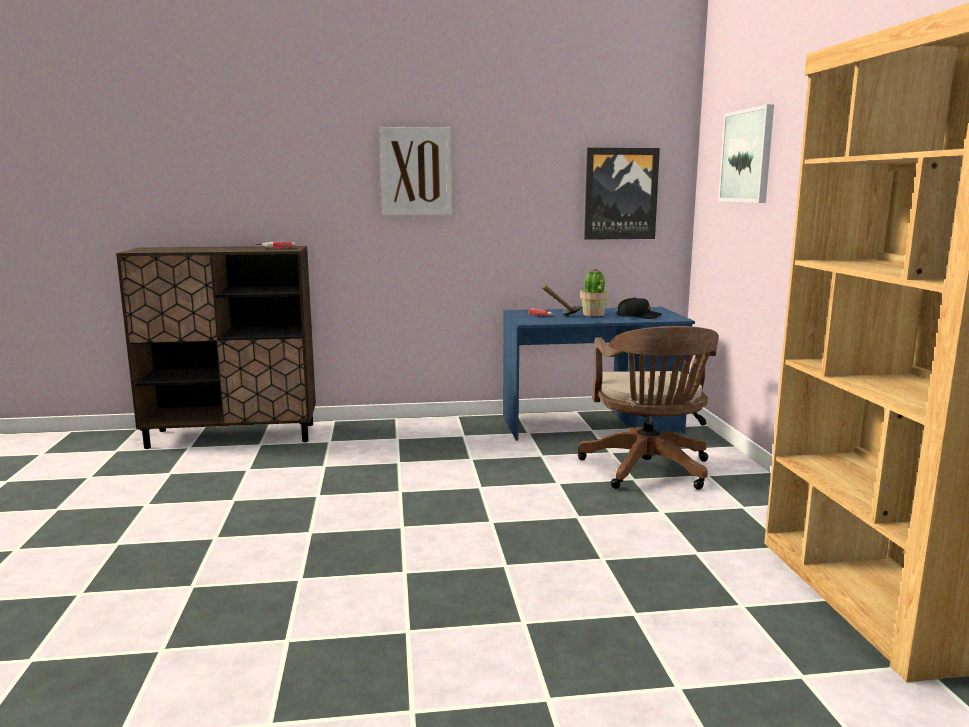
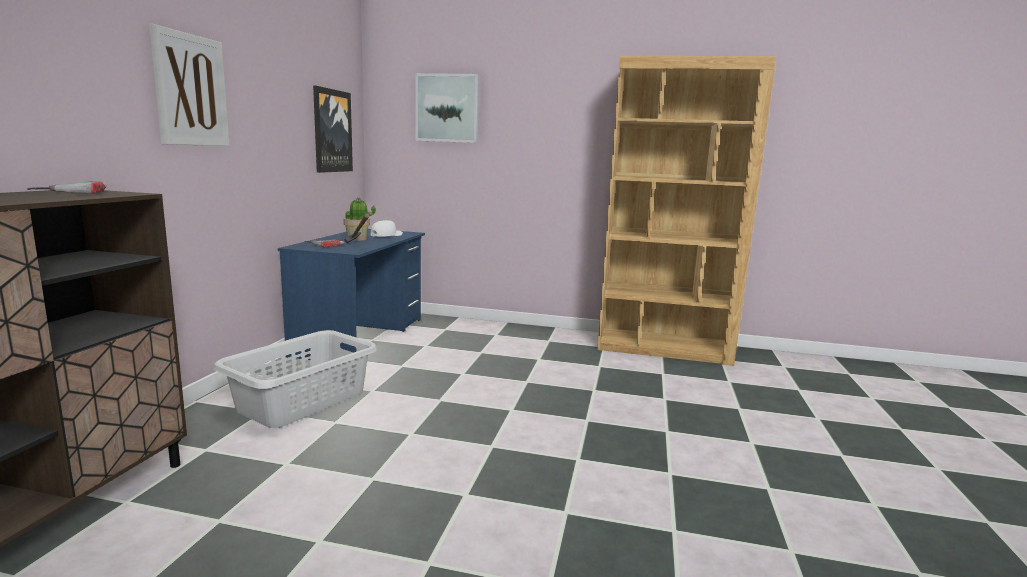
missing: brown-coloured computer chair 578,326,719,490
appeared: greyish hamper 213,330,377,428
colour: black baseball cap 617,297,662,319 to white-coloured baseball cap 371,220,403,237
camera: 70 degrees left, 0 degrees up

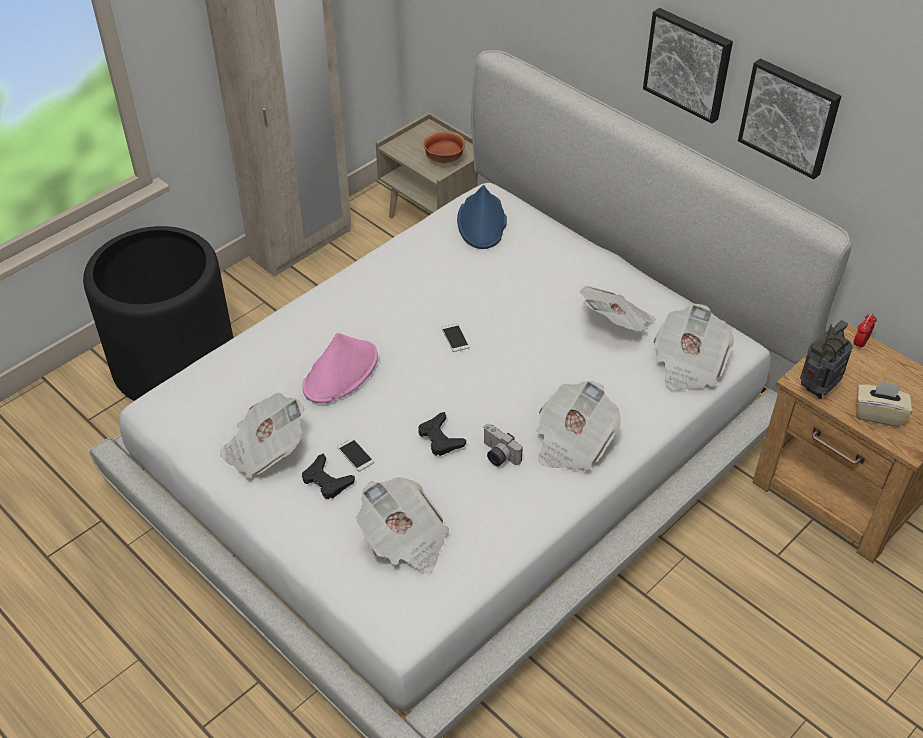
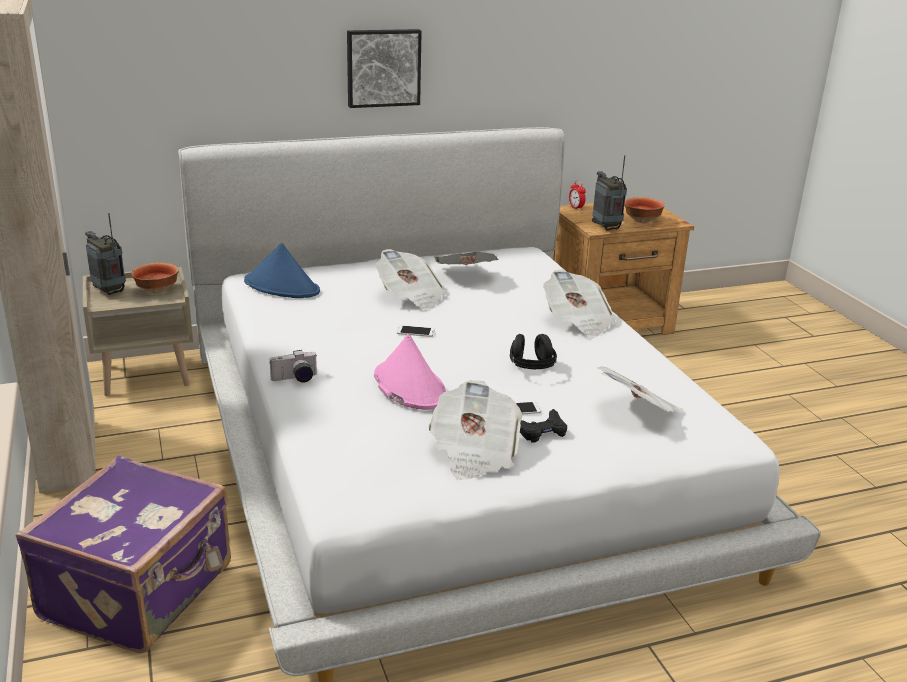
missing: wall picture 738,59,841,179
appeared: radio 85,213,126,295
relocated: daily paper 654,304,734,391 to 375,249,447,311; still camera 484,424,523,466 to 269,350,317,383
exchanged: black flower pot 83,226,233,401 to purplish suitcase 16,456,231,654; sand-coloured tissue holder 857,380,912,427 to serving bowl 625,197,665,223; black joypad 418,412,466,456 to black pair of headphones 510,334,557,369
camera: 65 degrees left, 20 degrees down

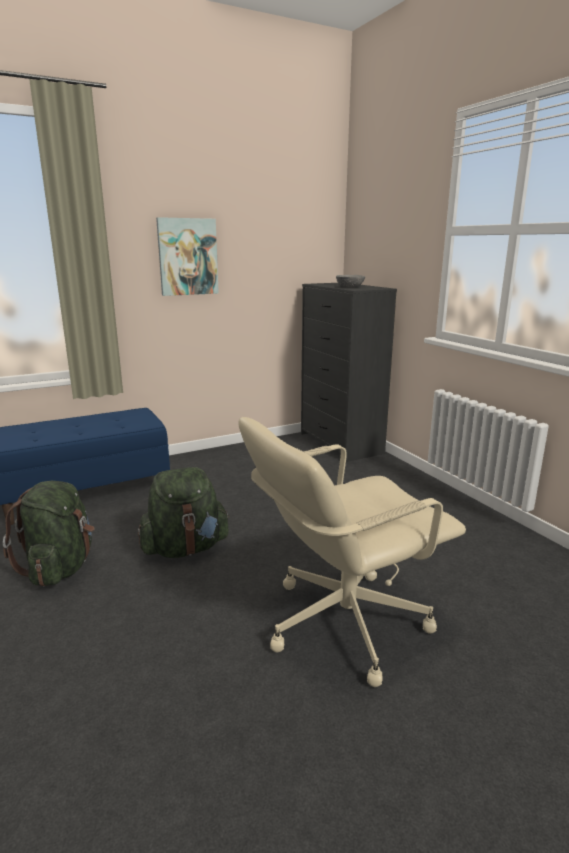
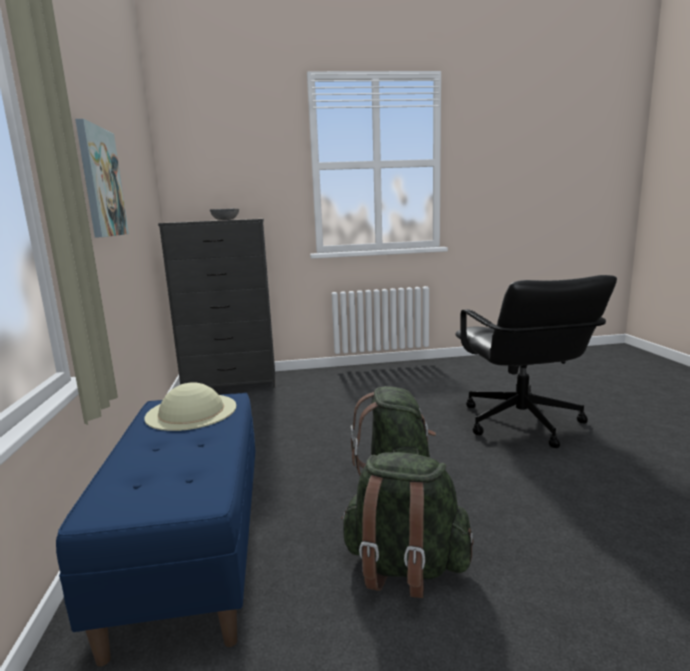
appeared: sand-coloured wearable hat 144,382,237,431
colour: sand-coloured computer chair 239,417,466,687 to black computer chair 455,275,617,448
camera: 70 degrees left, 5 degrees down

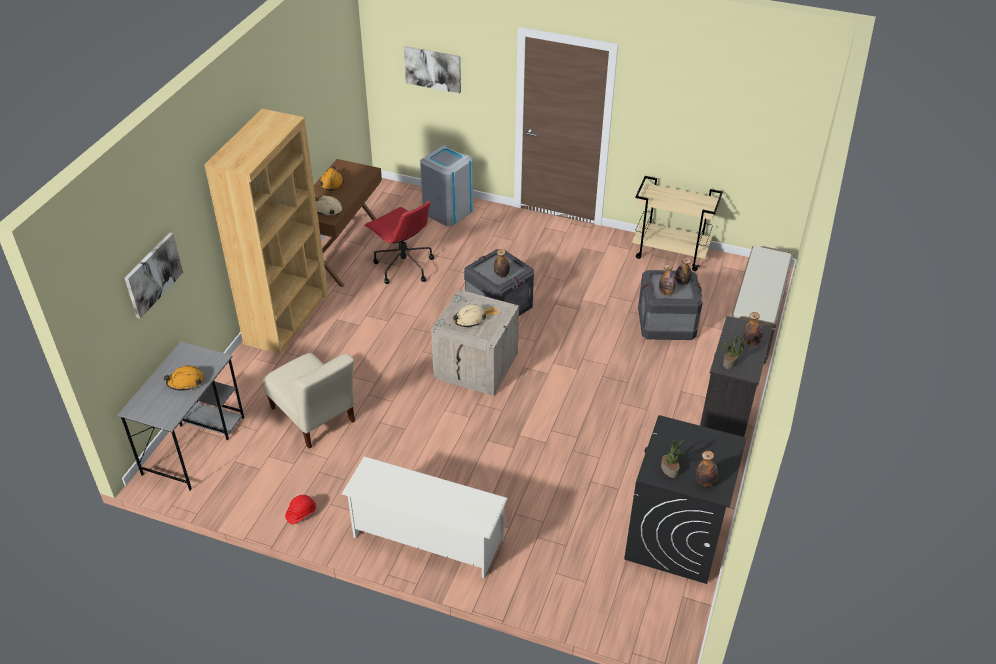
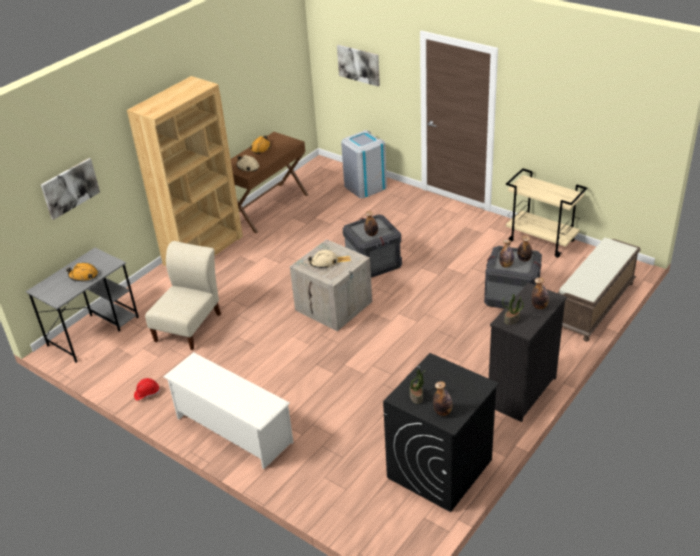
missing: reddish computer chair 364,200,434,284
spun: sand-coloured plain chair 263,353,355,449 = 145,241,221,350 135 degrees counterclockwise
camera: 20 degrees right, 5 degrees down

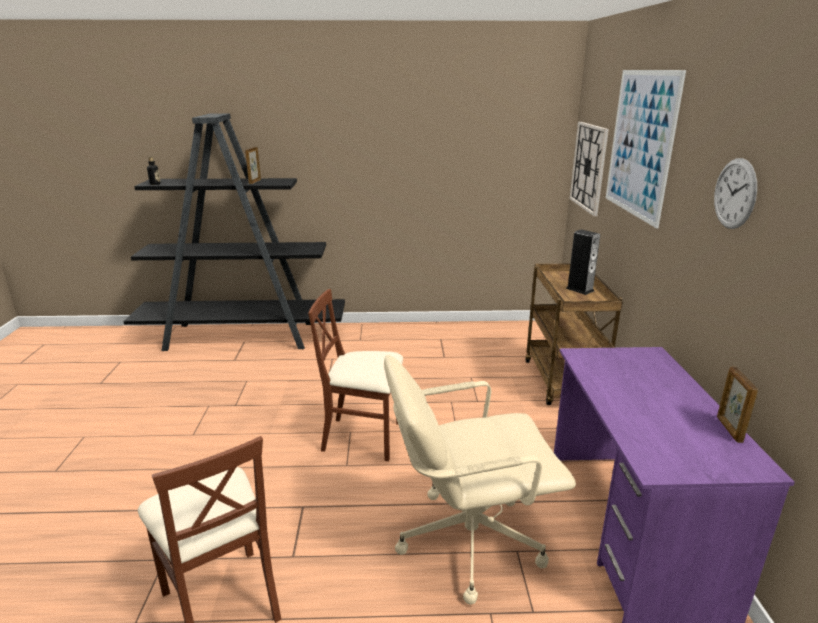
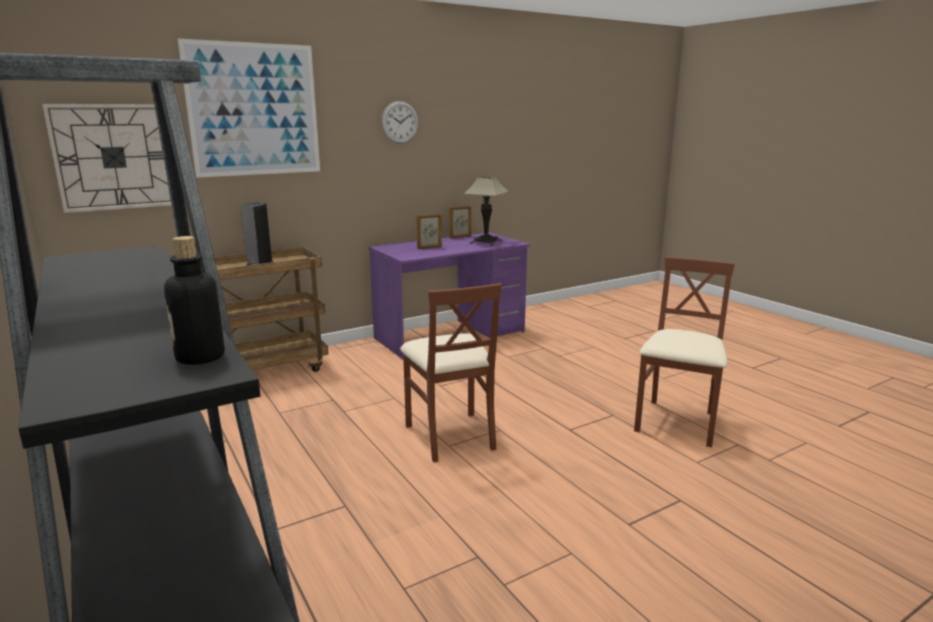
missing: sand-coloured computer chair 384,355,576,605
appeared: table lamp 463,176,510,246
relocated: photo frame 245,147,261,184 to 417,213,442,249
camera: 120 degrees left, 5 degrees down

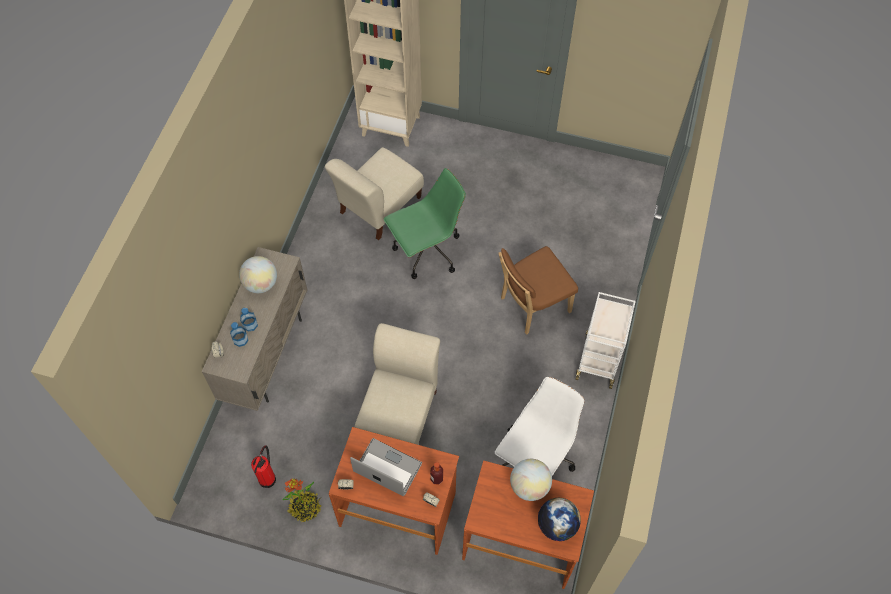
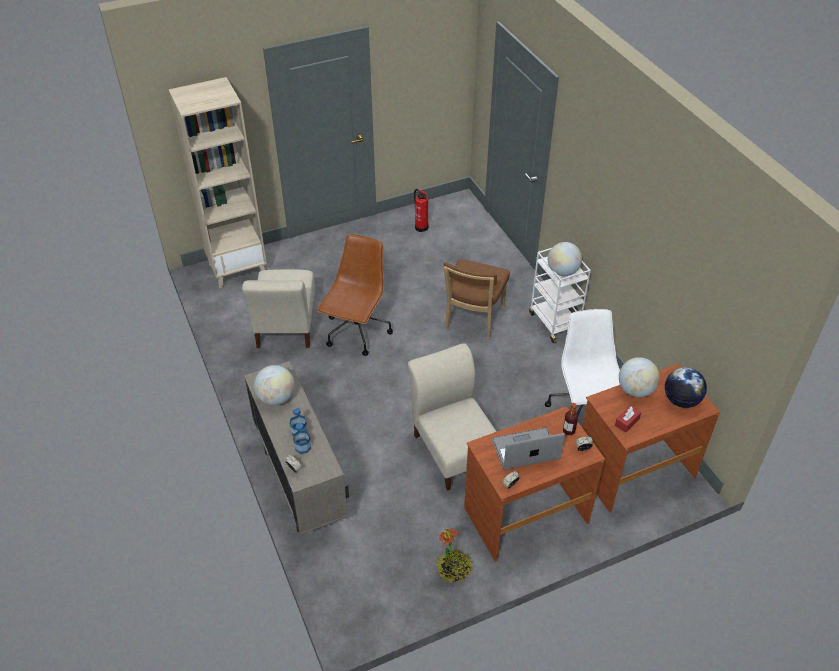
appeared: world globe 548,242,582,276; reddish tissue holder 615,405,642,433
relocated: fire-fighting cylinder 251,445,276,488 to 414,189,428,232
colour: green computer chair 384,168,466,279 to brown-coloured computer chair 317,234,393,356
camera: 40 degrees left, 15 degrees down

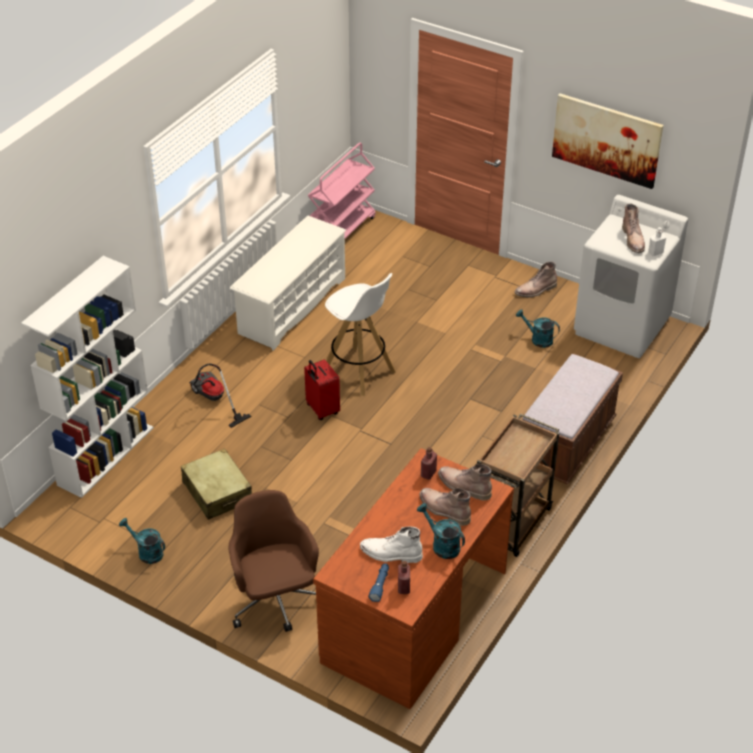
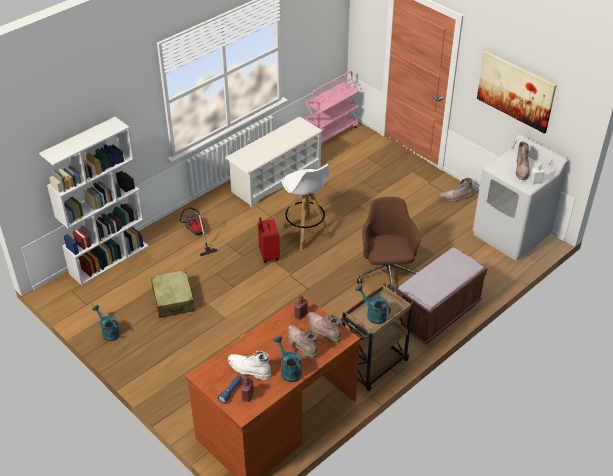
relocated: turquoise-coloured watering can 516,309,560,348 to 355,285,391,324; brown-coloured computer chair 228,490,319,632 to 357,197,420,292
camera: 15 degrees right, 0 degrees up

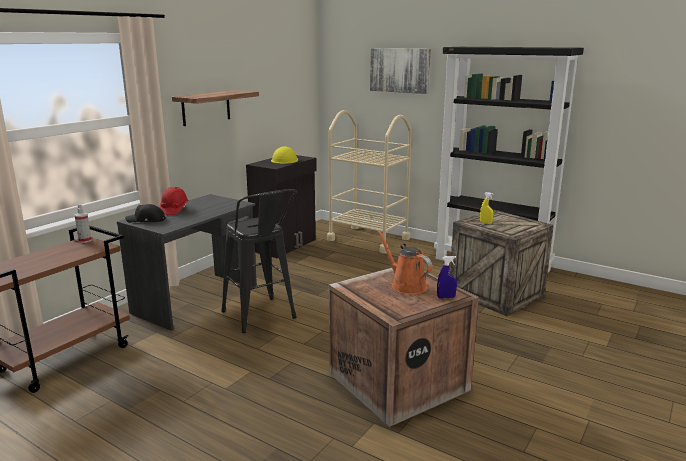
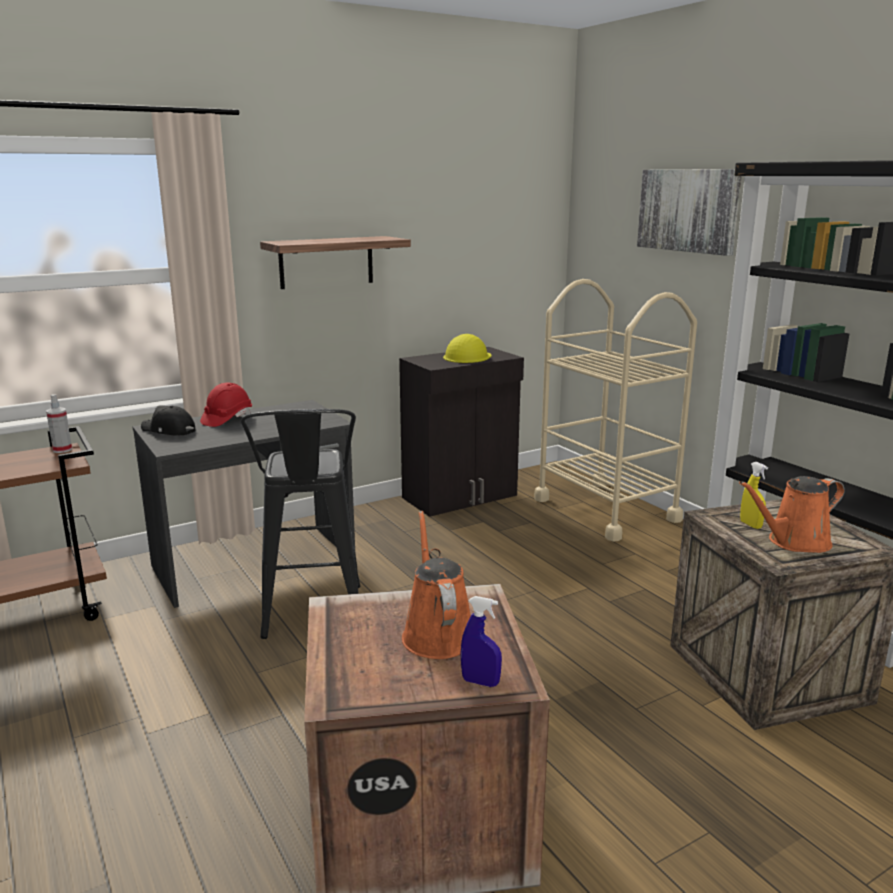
appeared: orangey watering can 739,476,845,553
camera: 25 degrees right, 0 degrees up

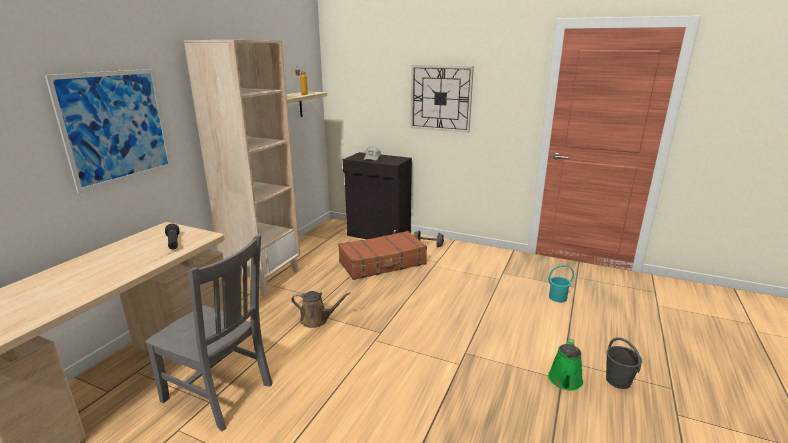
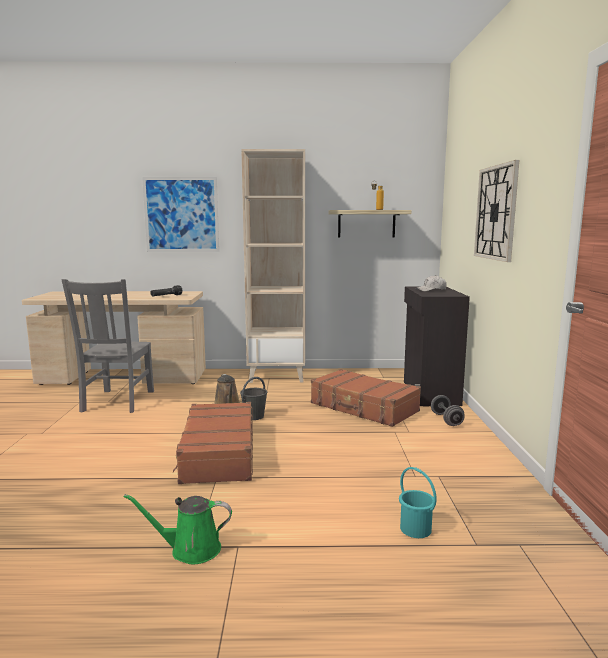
appeared: brown-coloured suitcase 173,402,253,484
relocated: greyish water bucket 606,337,642,389 to 240,377,267,420
camera: 65 degrees right, 10 degrees down

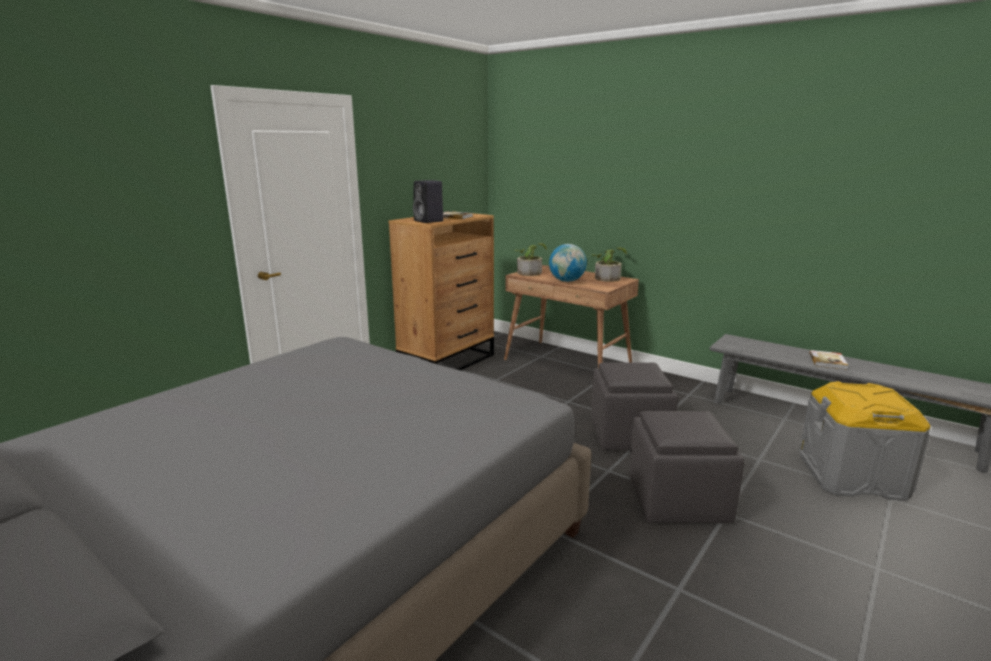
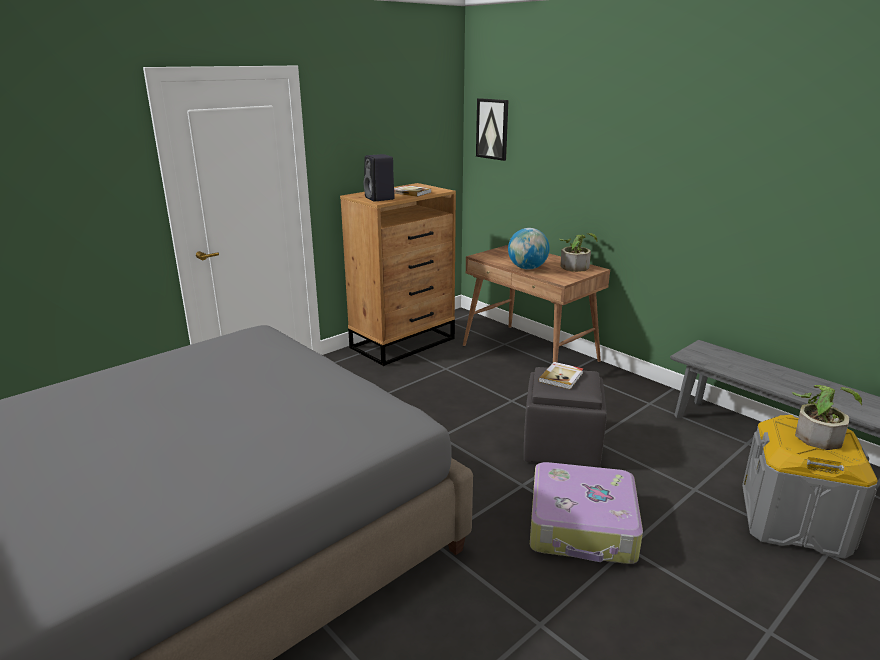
appeared: wall picture 476,98,508,161
relocated: houseplant 515,243,547,276 to 792,385,862,450; book 809,350,848,370 to 539,362,584,390
exchanged: greyish ottoman 629,411,745,523 to suitcase 530,462,643,564
camera: 10 degrees right, 5 degrees up

